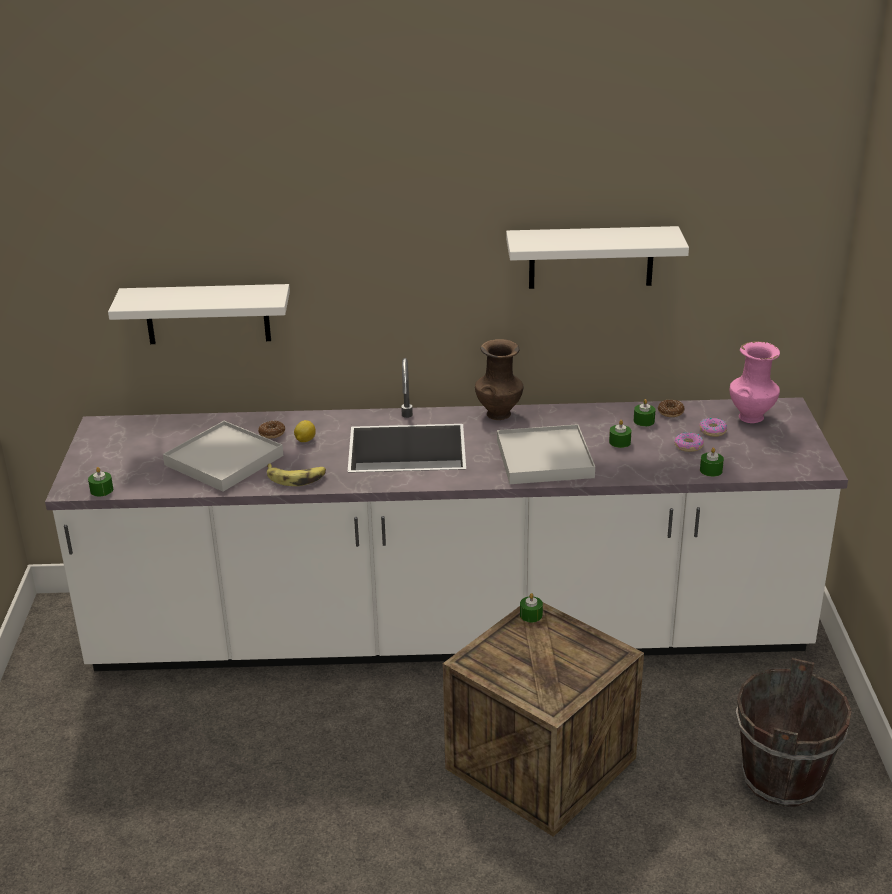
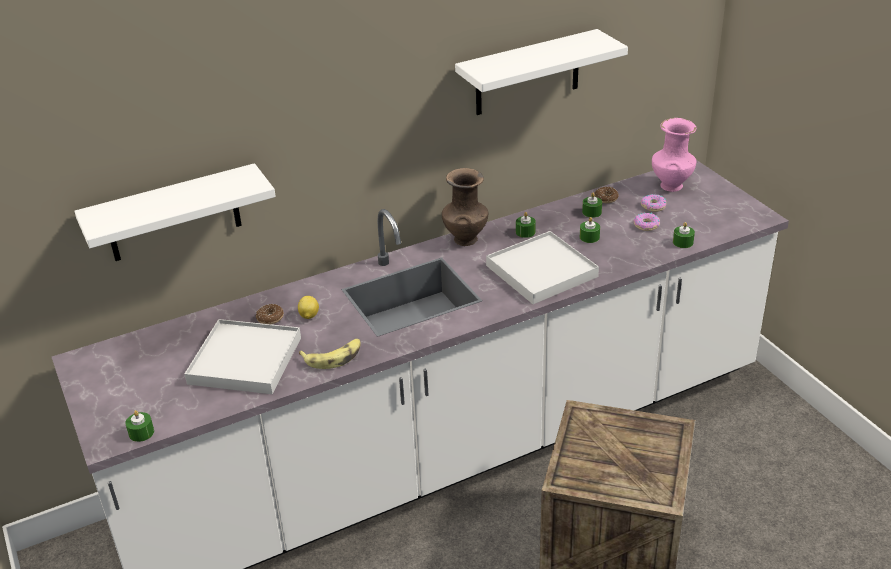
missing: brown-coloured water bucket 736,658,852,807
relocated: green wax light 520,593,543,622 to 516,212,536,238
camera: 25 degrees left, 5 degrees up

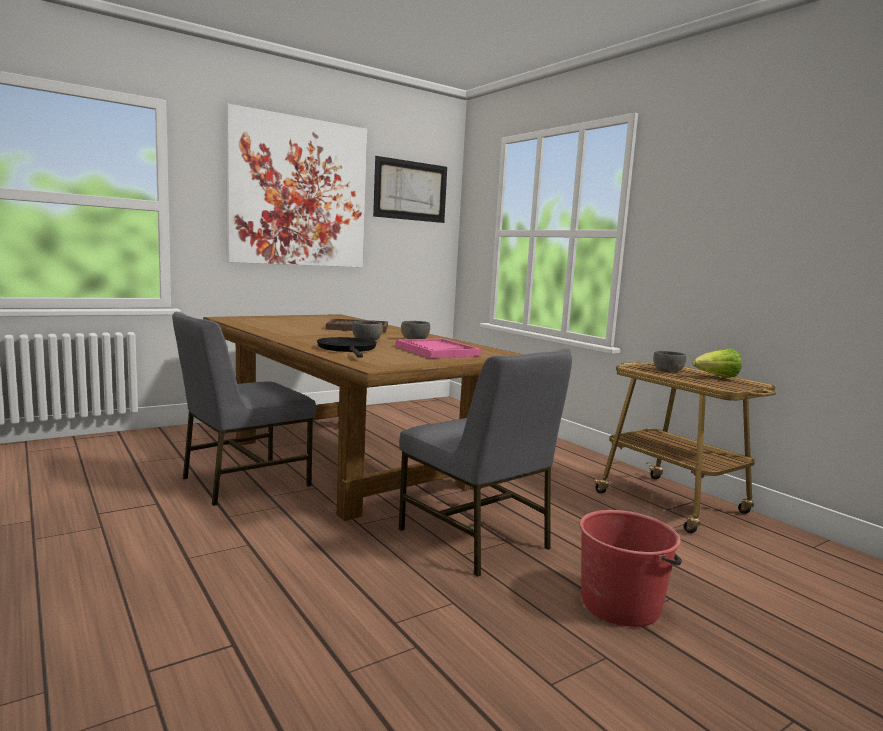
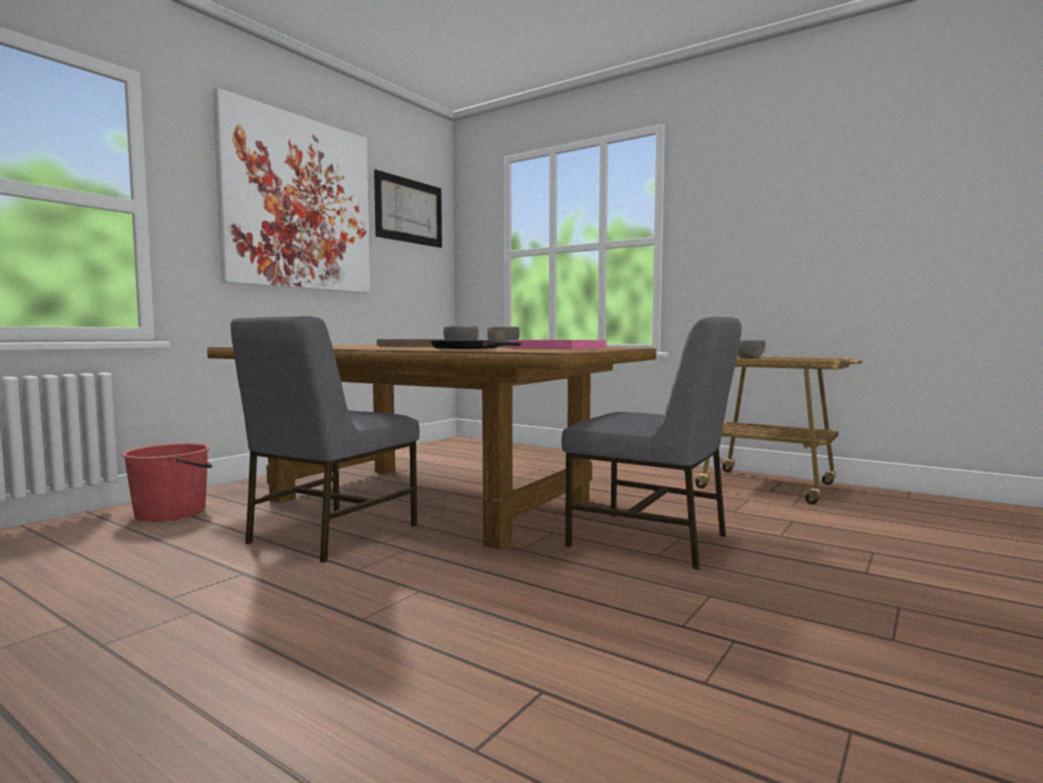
missing: lettuce head 693,348,742,377
relocated: reddish water bucket 579,510,682,627 to 122,443,212,522
camera: 20 degrees left, 5 degrees down

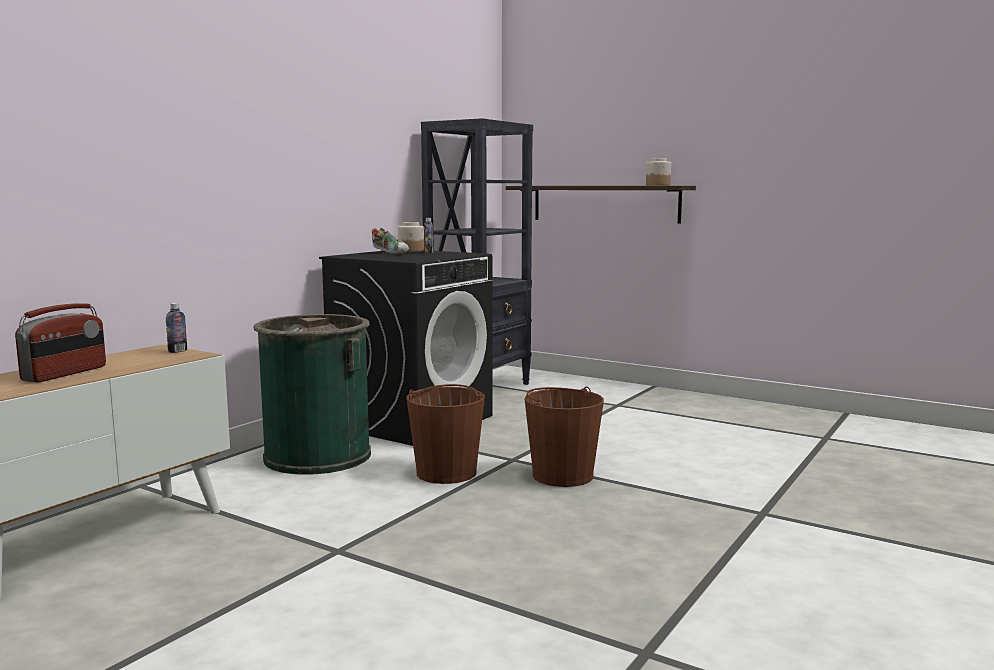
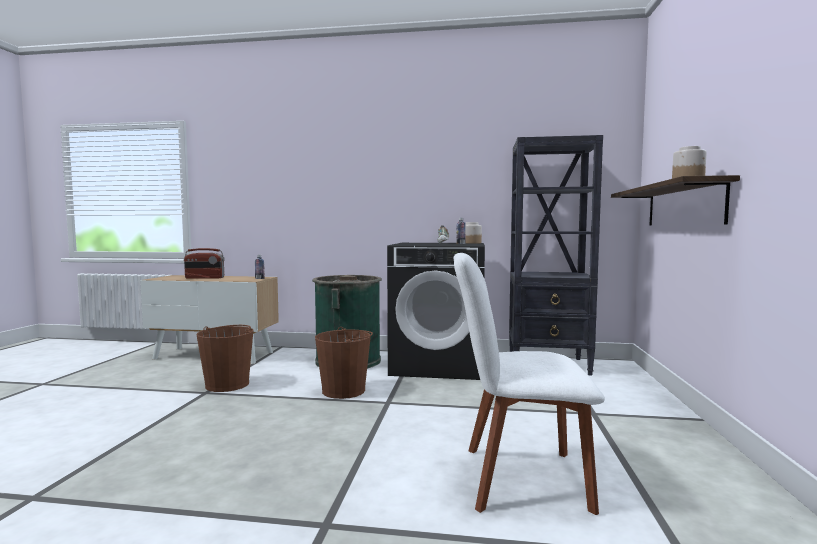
appeared: white-coloured plain chair 454,253,605,515
relocated: brown-coloured water bucket 525,387,604,487 to 196,325,254,392
camera: 65 degrees right, 5 degrees down

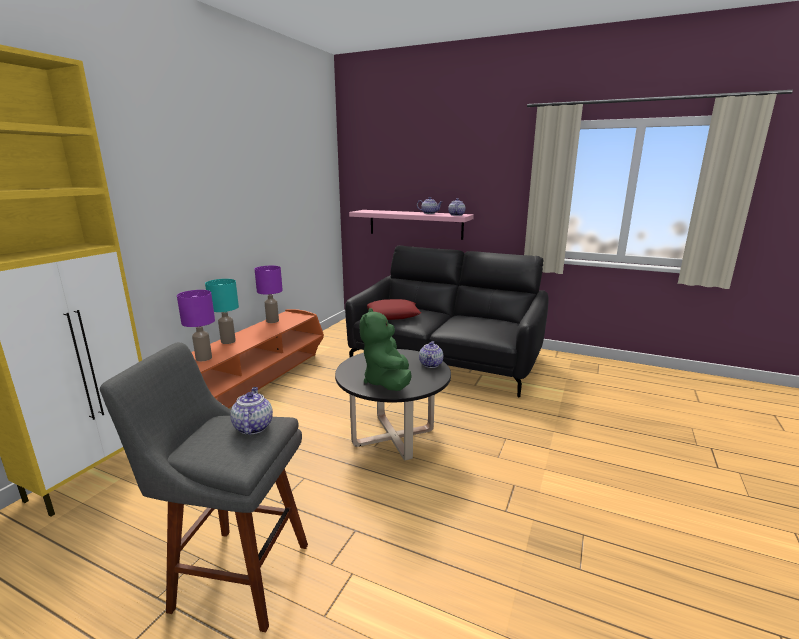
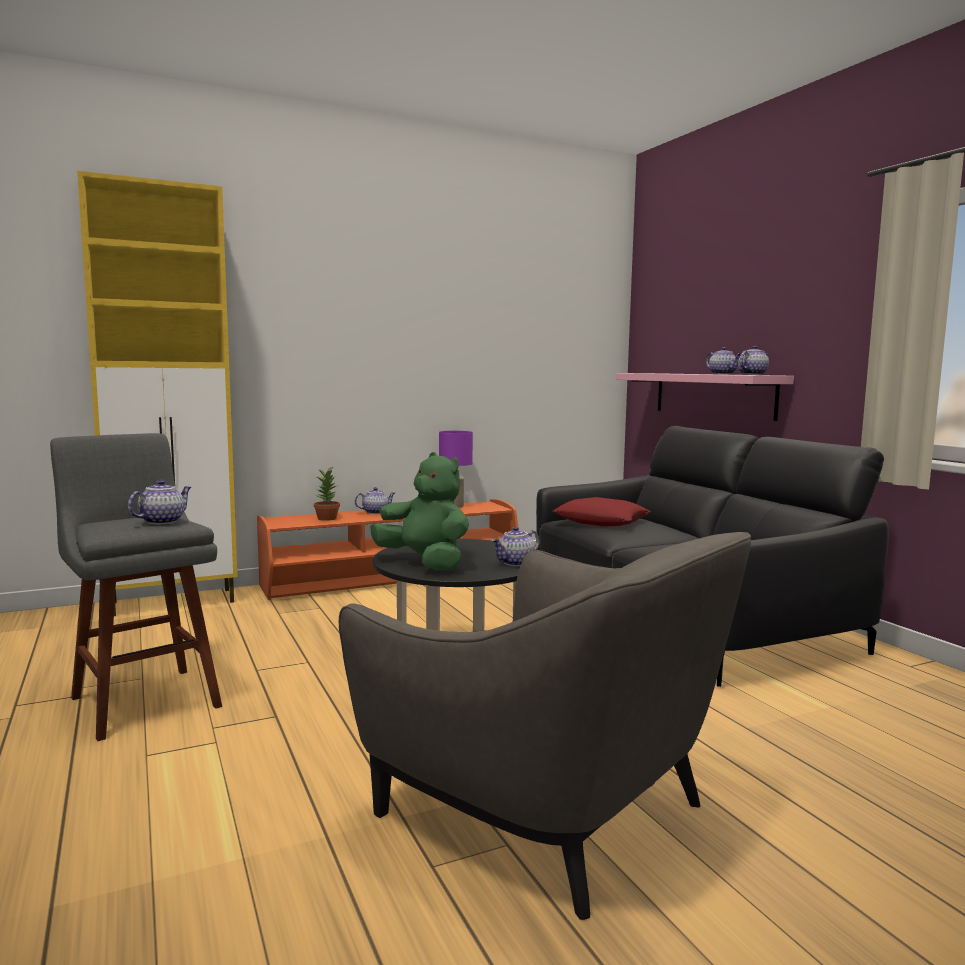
appeared: greyish easy chair 339,532,751,920
exchanged: turquoise-coloured table lamp 205,279,239,344 to tea pot 355,487,395,514; purplish table lamp 177,290,215,361 to houseplant 314,465,340,521
spun: green plush toy 360,308,412,391 = 370,452,469,571 90 degrees clockwise
camera: 40 degrees right, 10 degrees down

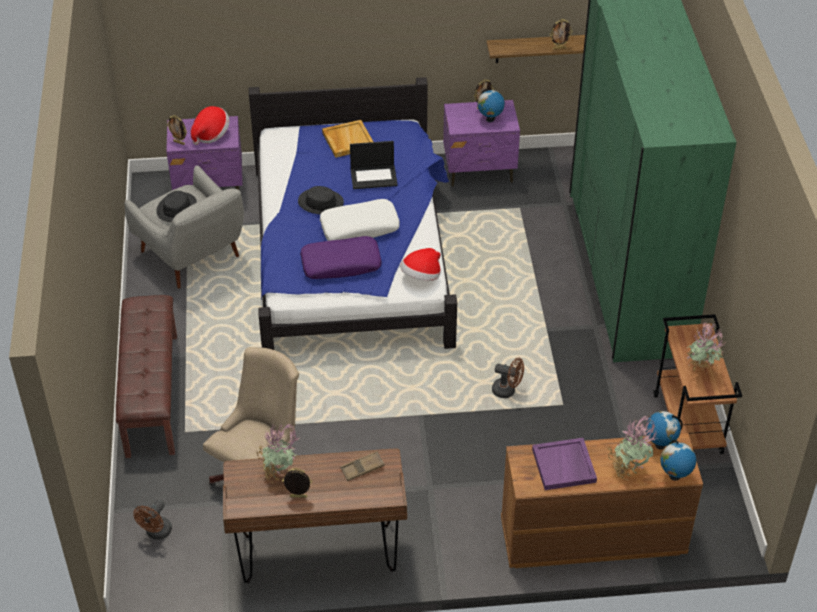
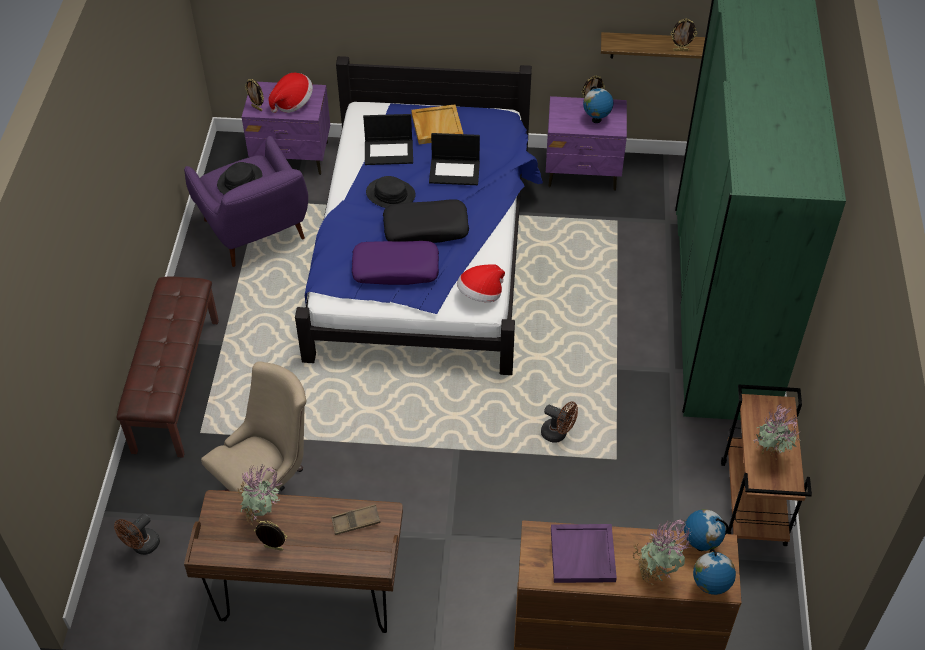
appeared: notebook computer 363,114,413,165
colour: greyish easy chair 124,165,244,288 to purplish easy chair 184,136,308,267; white-coloured throw pillow 320,199,400,241 to black throw pillow 383,199,469,243
camera: 10 degrees right, 5 degrees up

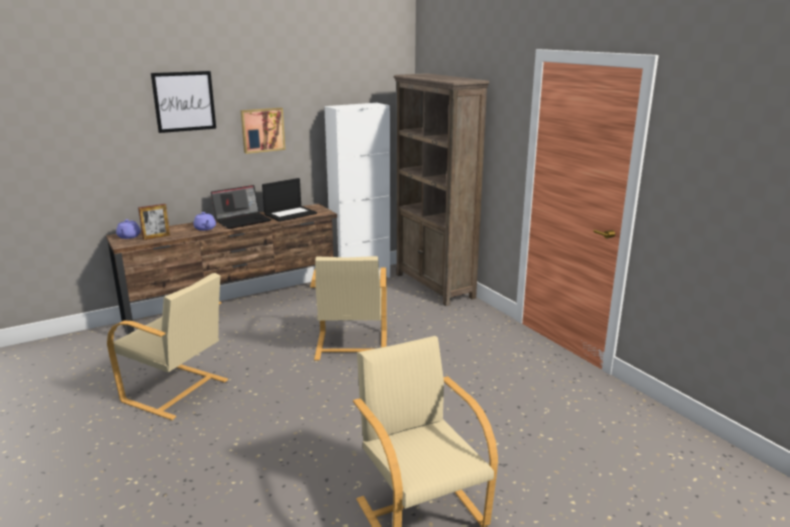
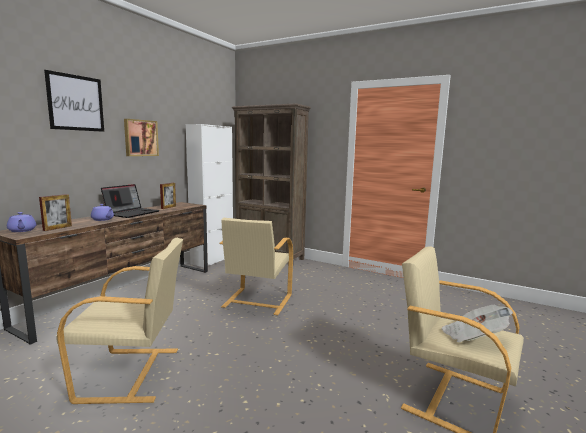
appeared: daily paper 442,305,513,343
exchanged: notebook computer 262,178,317,222 to photo frame 160,183,176,209
spun: sand-coloured easy chair 310,256,387,361 = 219,218,293,315 45 degrees clockwise
camera: 30 degrees left, 10 degrees down

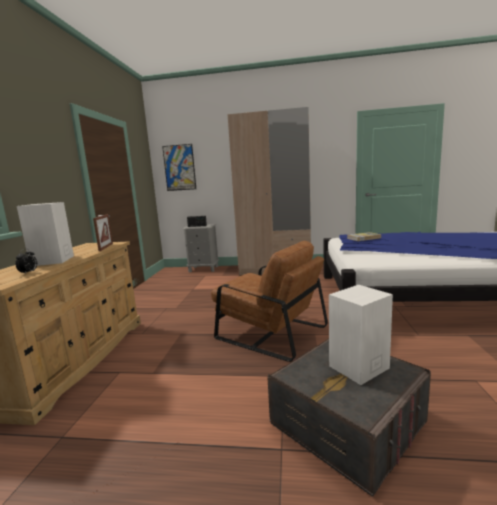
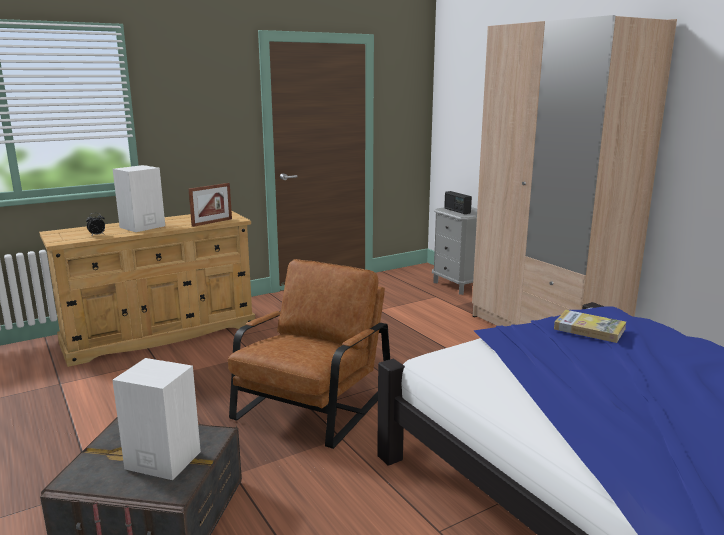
missing: wall picture 162,144,196,191
spun: brown-coloured easy chair 211,241,328,362 = 228,259,390,449 150 degrees counterclockwise
camera: 50 degrees right, 5 degrees up

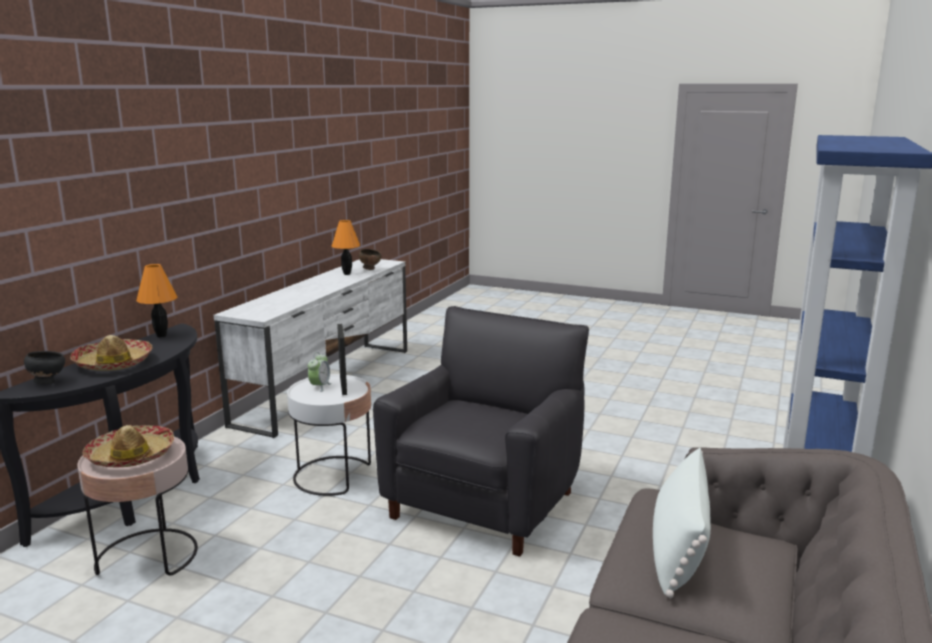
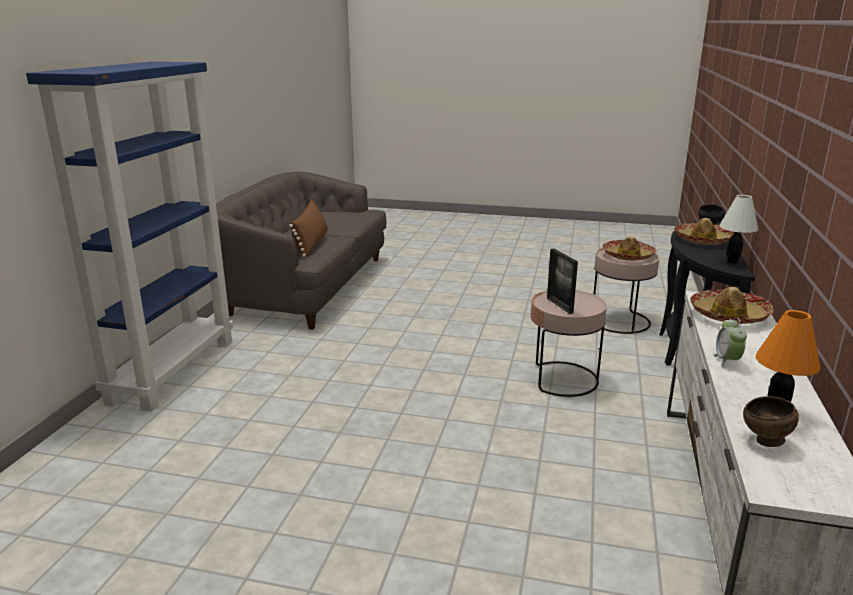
missing: black easy chair 373,306,589,557
appeared: wearable hat 690,287,774,324
relocated: table clock 308,352,331,392 to 713,317,747,368
colour: orangey table lamp 136,264,177,337 to white-coloured table lamp 720,195,758,264; white-coloured accent table 287,374,371,496 to pinkish accent table 531,290,607,397; white-coloured throw pillow 653,448,711,598 to brown-coloured throw pillow 289,200,328,257
camera: 170 degrees right, 5 degrees up

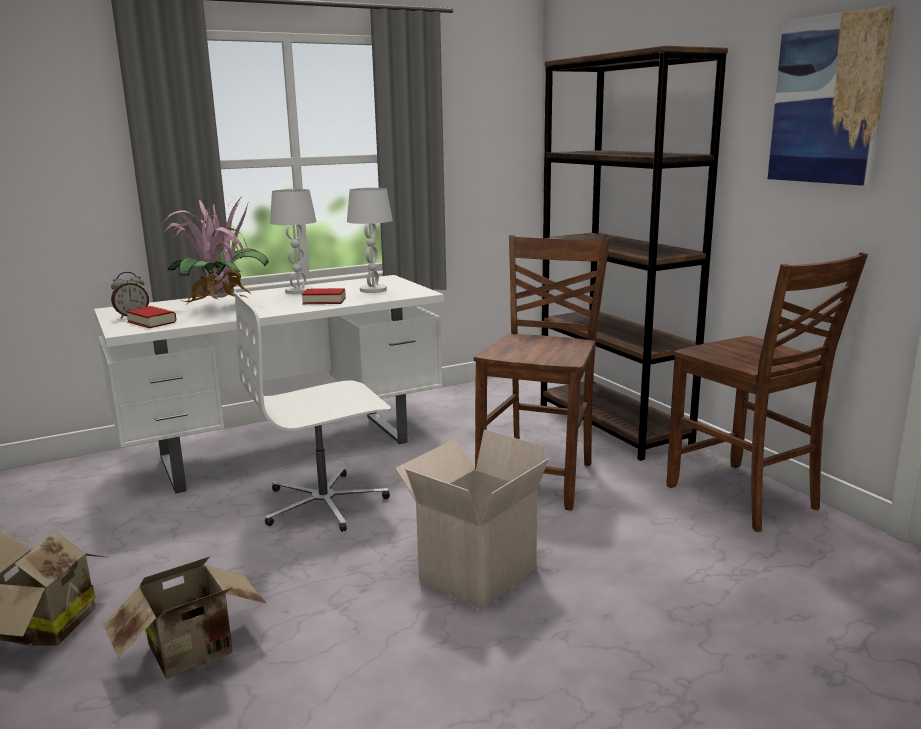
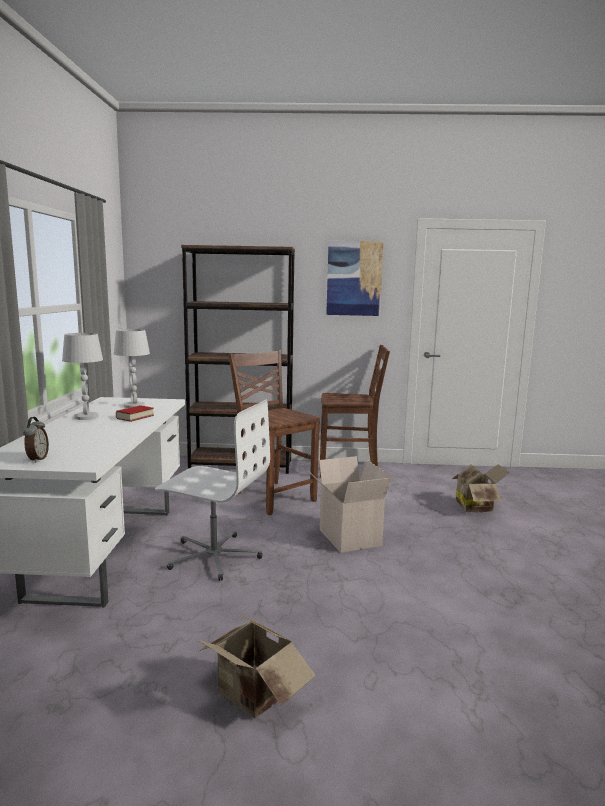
missing: houseplant 161,197,269,306; book 126,306,176,328
relocated: cardboard box 103,556,267,679 to 452,464,510,513
spun: white-coloured computer chair 233,291,391,532 = 155,400,270,581 75 degrees counterclockwise
camera: 60 degrees left, 5 degrees down

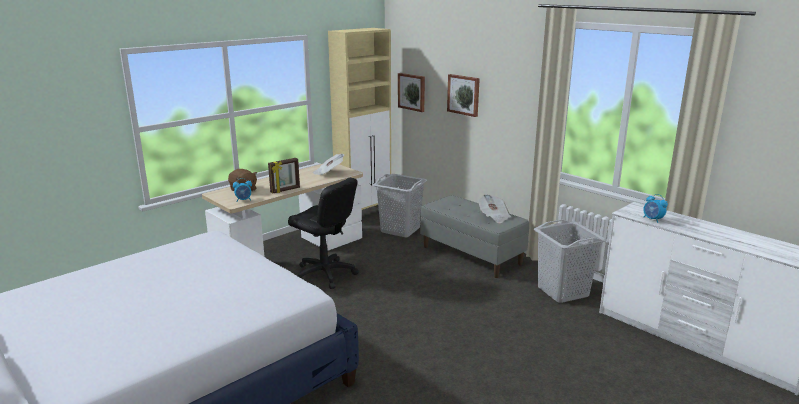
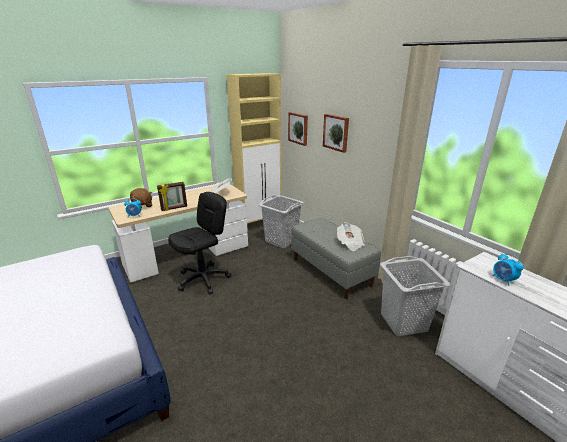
spun: black computer chair 288,178,359,289 = 168,192,231,294 90 degrees counterclockwise
camera: 10 degrees right, 5 degrees up

